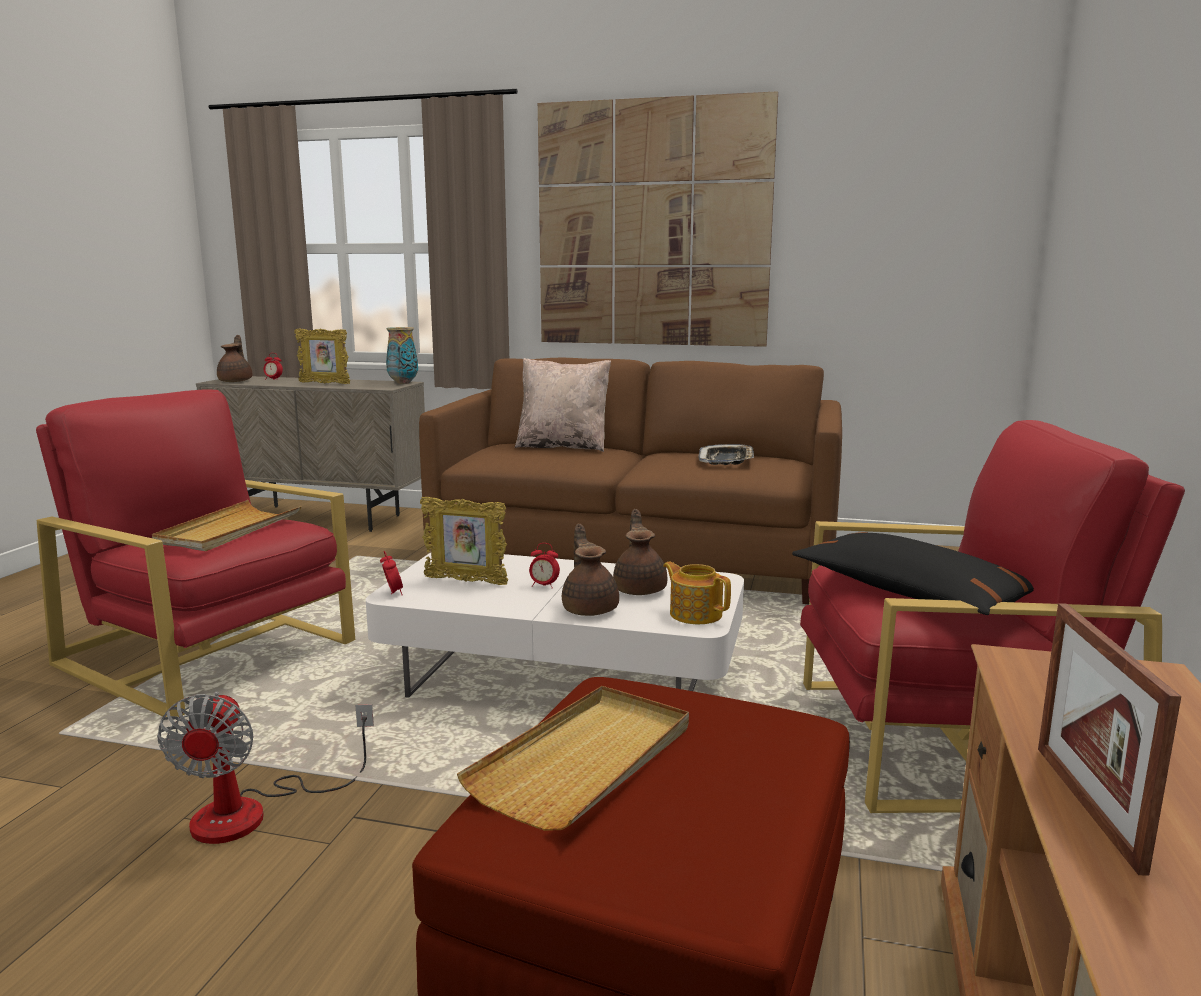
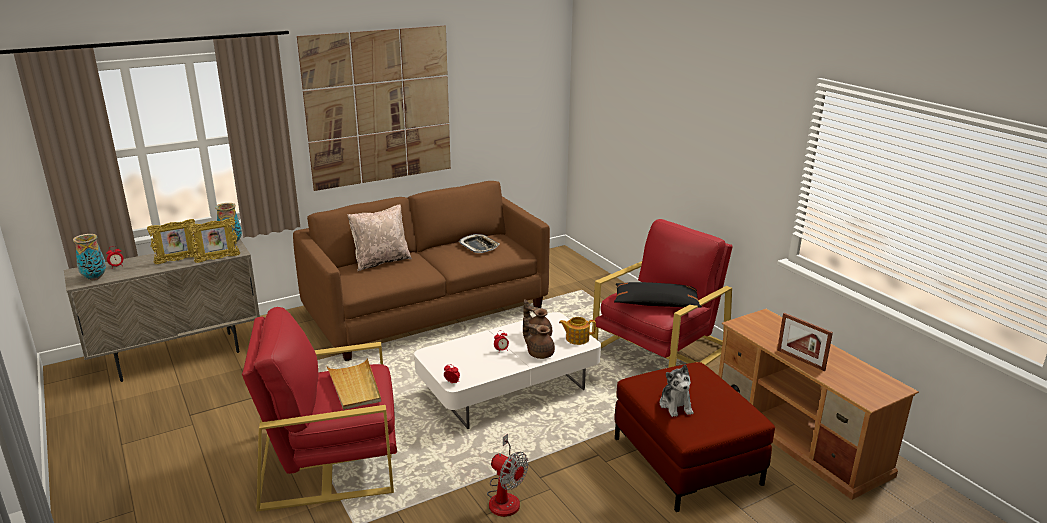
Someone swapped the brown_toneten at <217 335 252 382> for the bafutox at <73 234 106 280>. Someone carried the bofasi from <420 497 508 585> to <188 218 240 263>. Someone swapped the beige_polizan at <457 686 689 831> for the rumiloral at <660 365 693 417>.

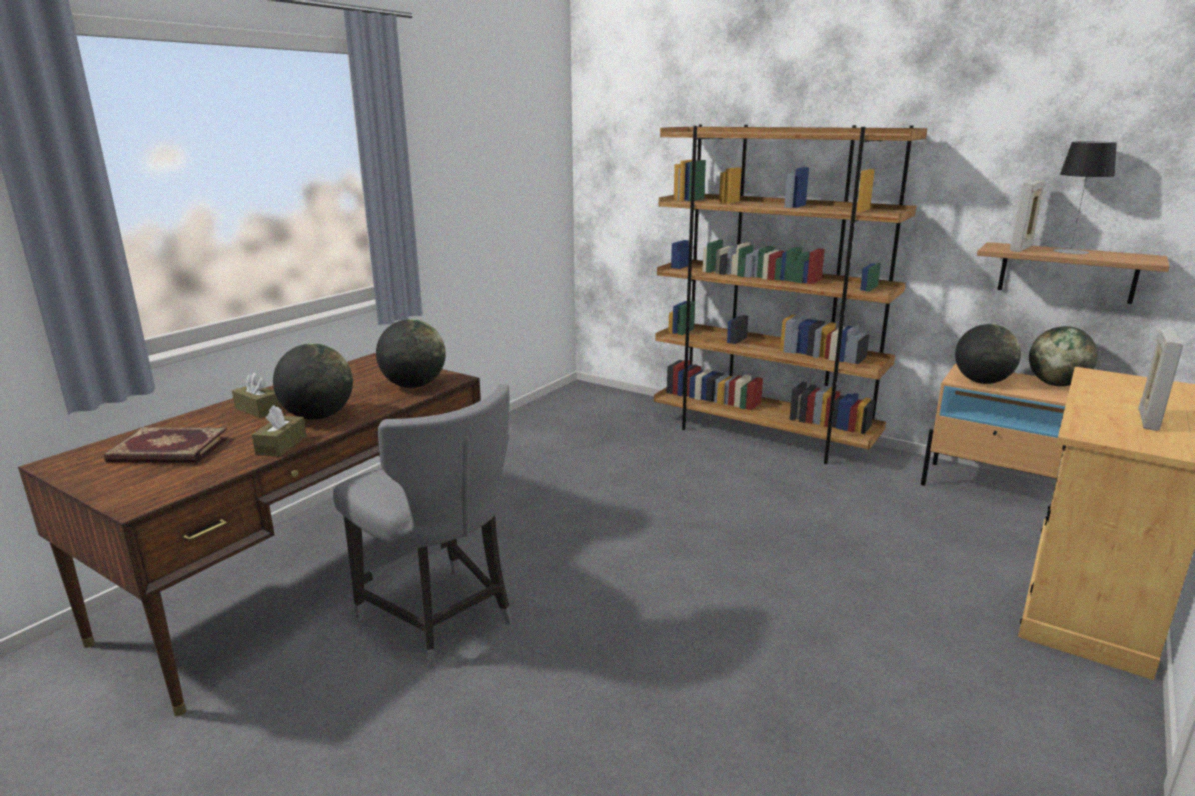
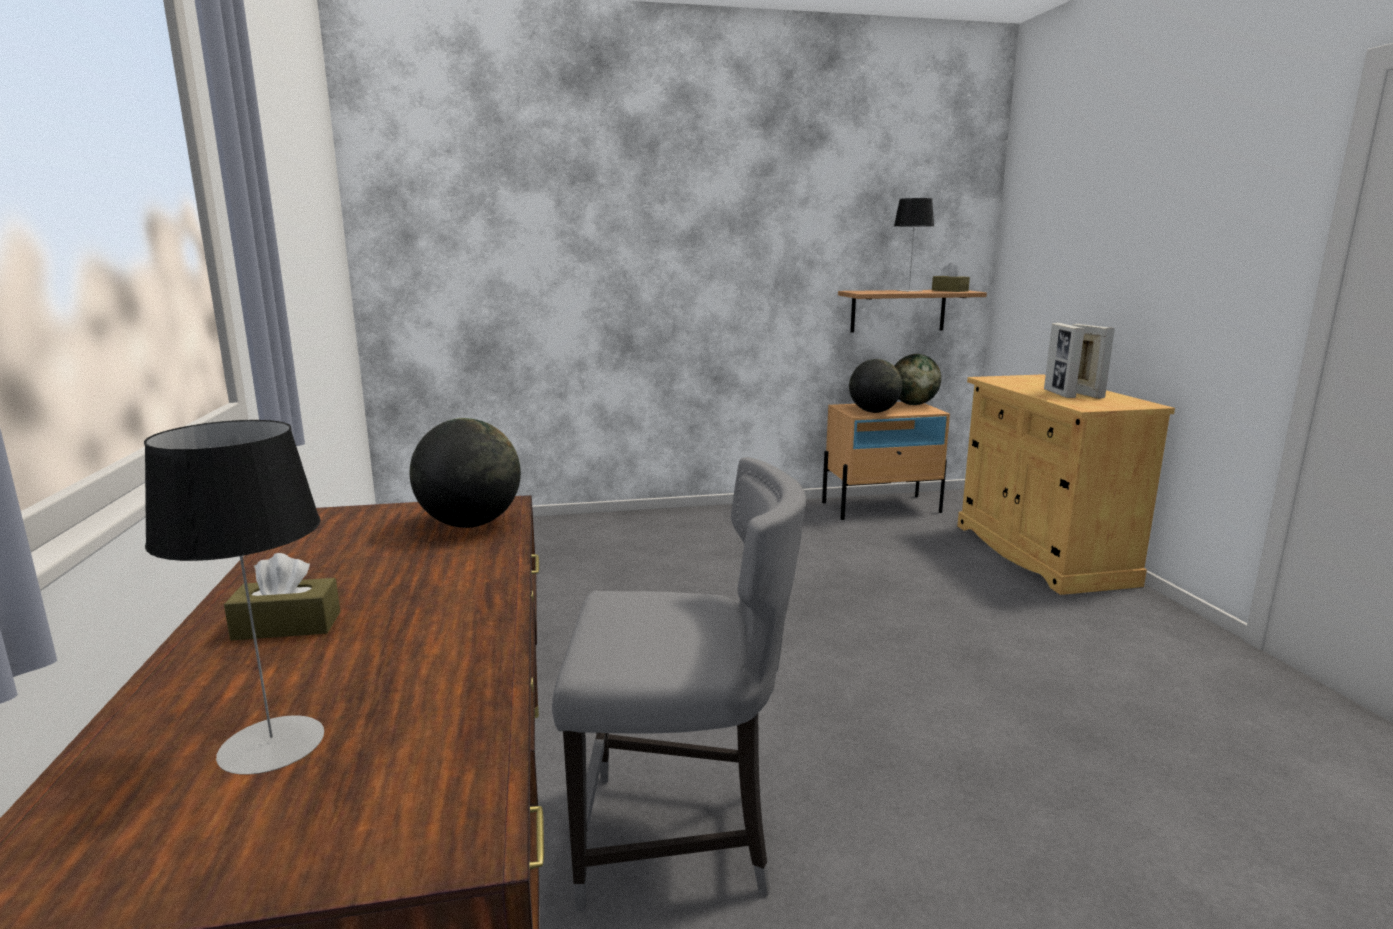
Someone swapped the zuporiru at <104 427 228 463> for the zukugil at <144 420 324 775>. Someone carried the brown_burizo from <252 405 307 457> to <932 263 970 292>. Someone carried the bofasi from <1010 180 1045 252> to <1044 323 1085 398>. Someone took away the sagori at <273 343 353 420>. Someone took away the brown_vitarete at <654 125 927 464>.

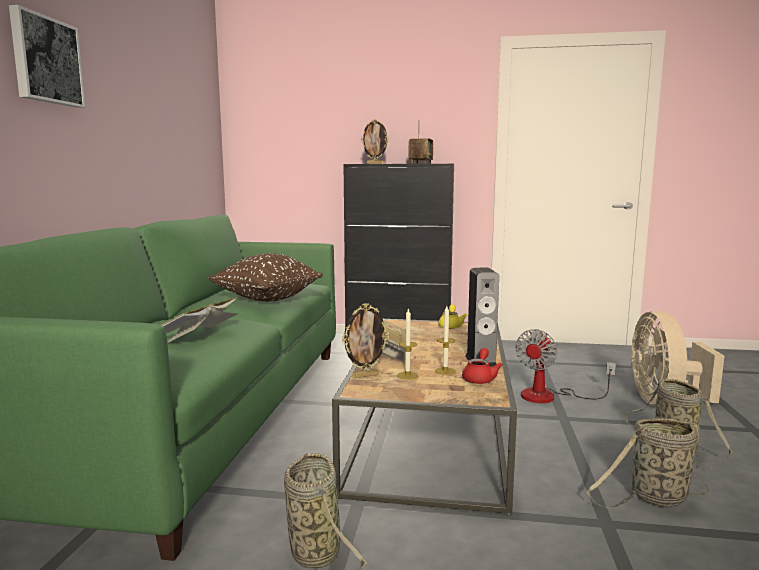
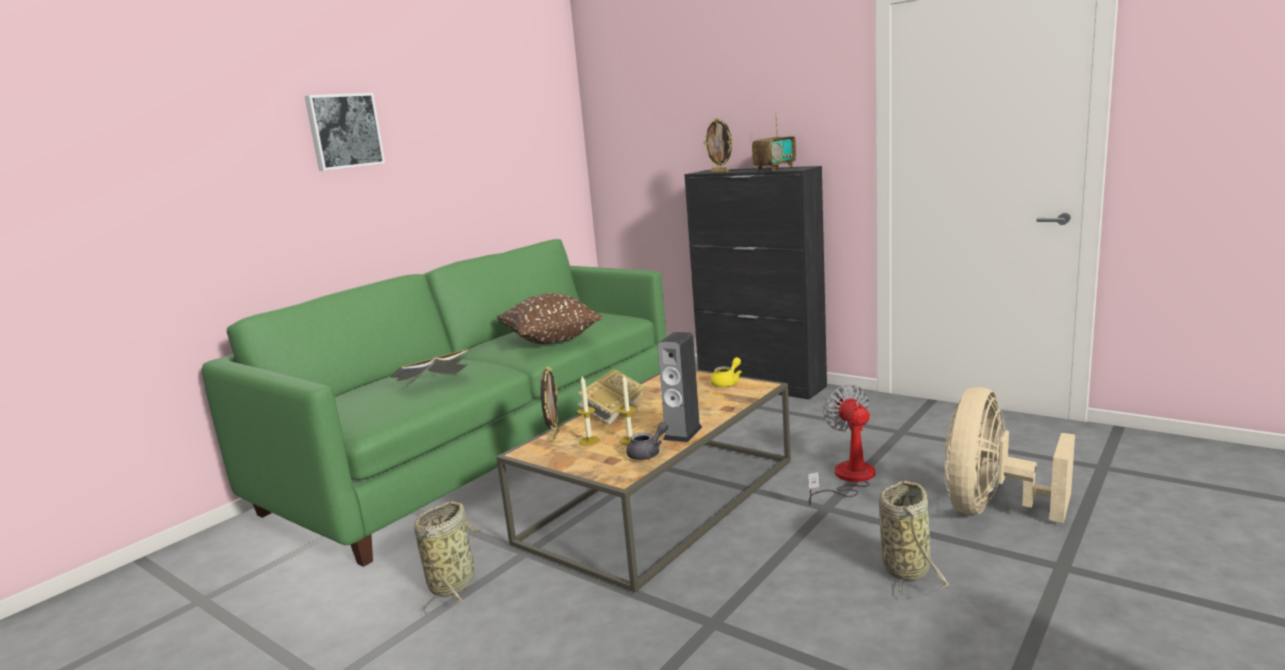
Someone rotated the bofasi at <342 303 389 378> by 90 degrees counterclockwise. Someone repainted the red_toneten at <462 348 503 384>, which became the grey_toneten at <626 422 668 460>. Someone rotated the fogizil at <515 329 616 403> by 105 degrees clockwise. Someone took away the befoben at <586 418 709 508>.

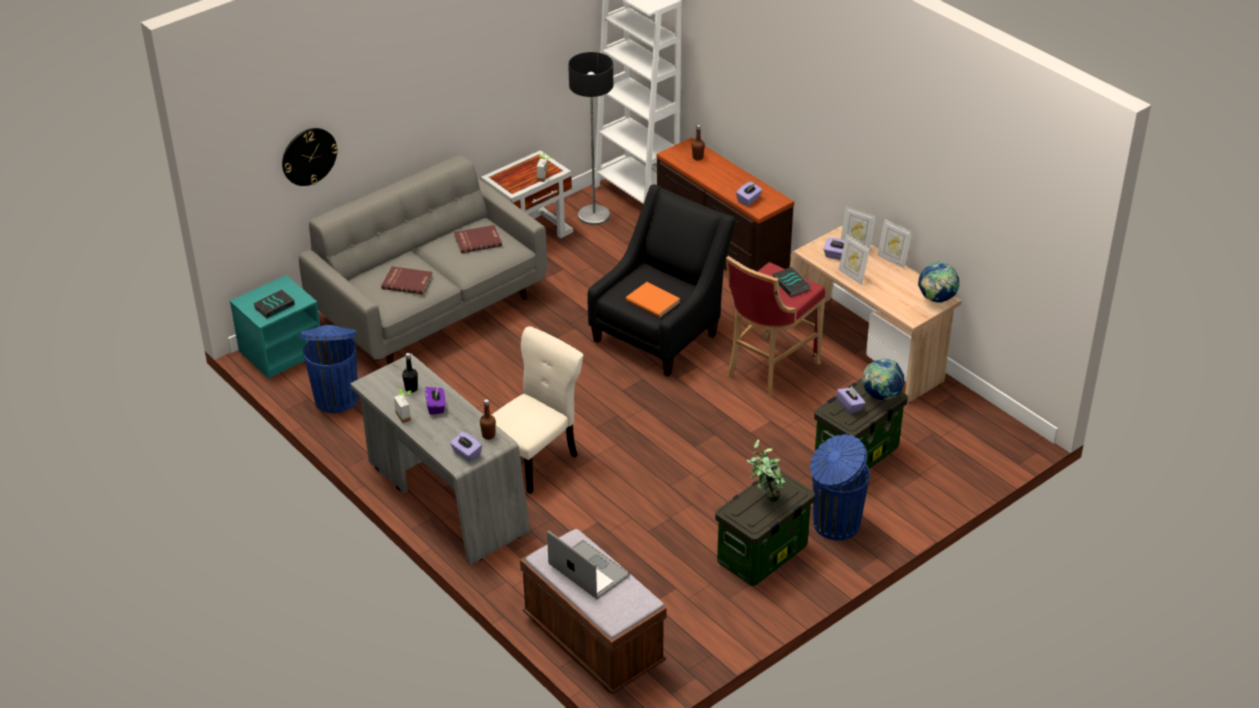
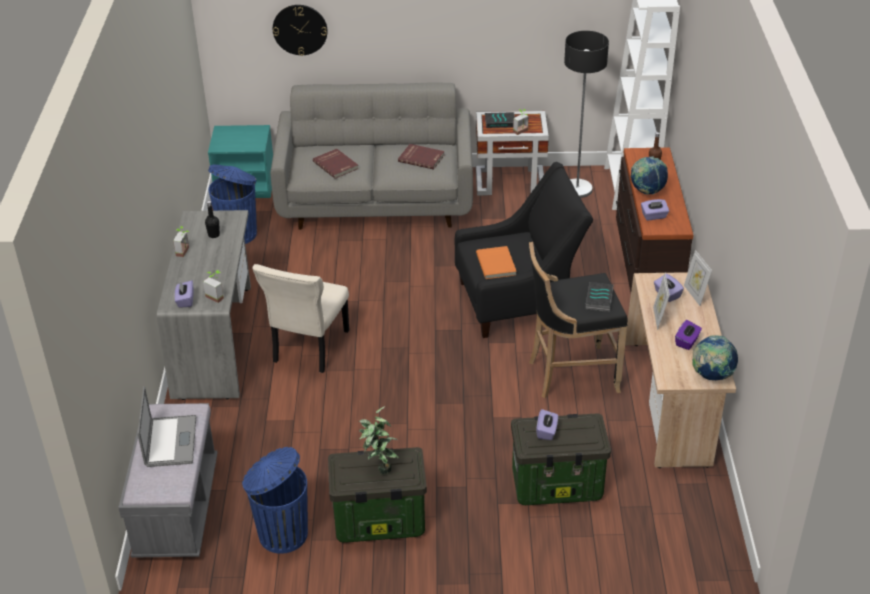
Someone repainted the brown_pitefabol at <520 528 667 694>, which became the grey_pitefabol at <118 403 218 558>. Someone swapped the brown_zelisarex at <480 399 496 440> for the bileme at <203 270 224 303>. Someone carried the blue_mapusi from <810 434 870 541> to <242 447 308 554>. Someone rotated the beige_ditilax at <492 326 583 494> by 120 degrees clockwise. Someone carried the zuporiru from <253 290 295 319> to <485 112 515 128>. Someone repainted the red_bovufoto at <726 256 825 397>, which became the black_bovufoto at <529 242 628 398>. Someone carried the sagori from <862 359 905 400> to <631 157 668 195>. Someone carried the purple_burizo from <425 386 446 415> to <675 320 702 350>. Someone took away the bofasi at <877 219 912 269>.

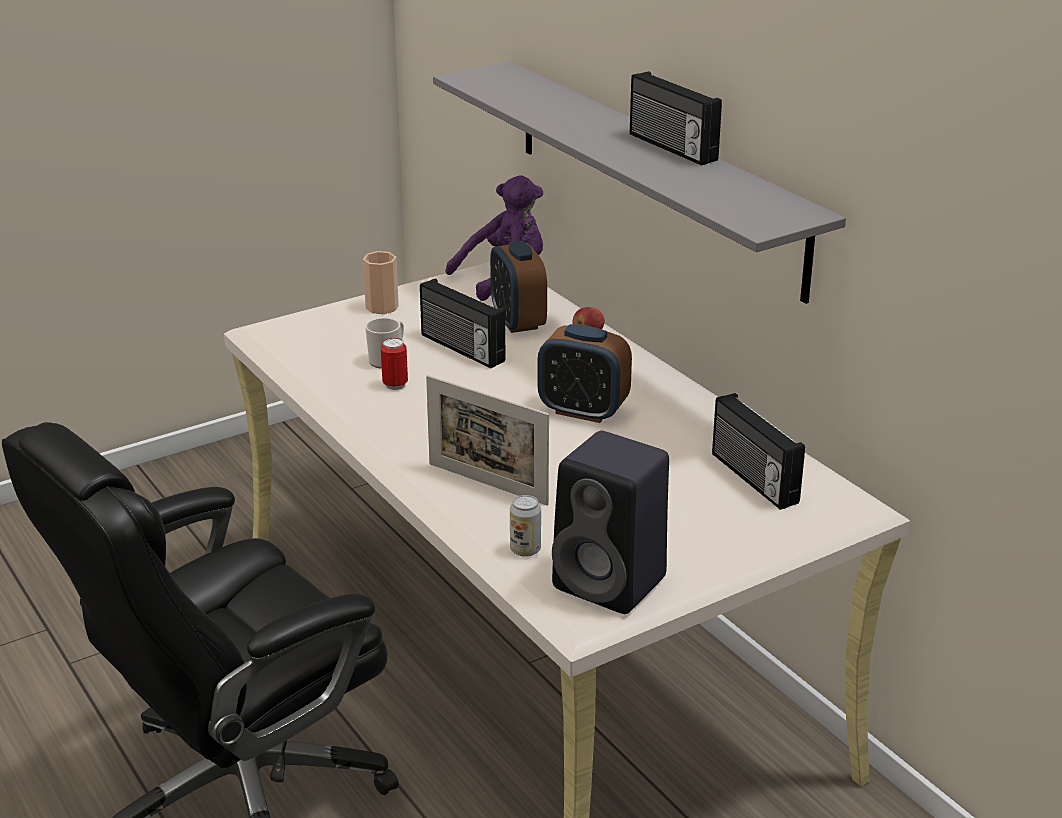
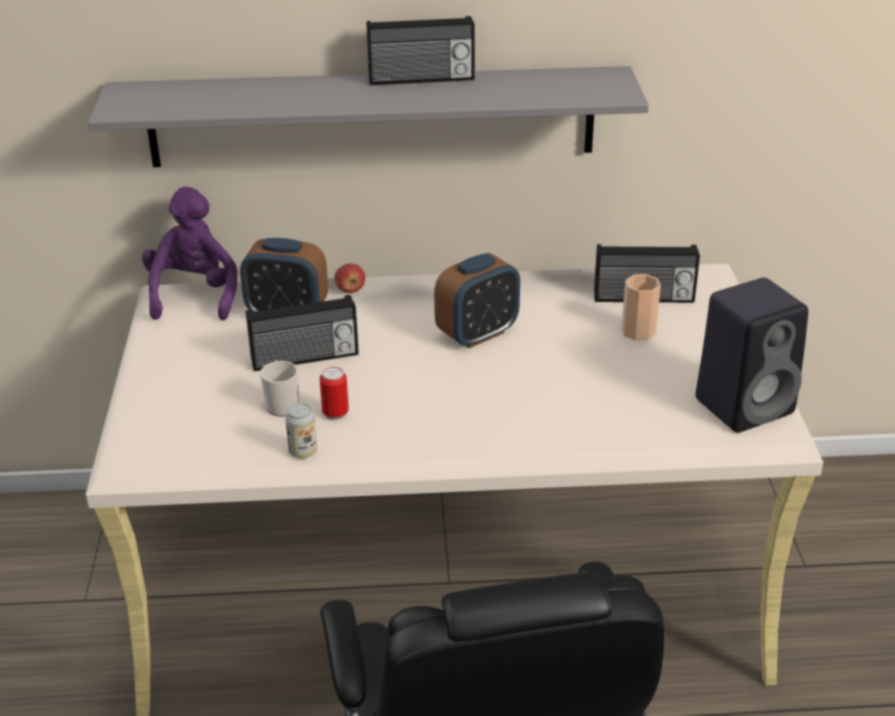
Someone carried the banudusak from <510 495 541 557> to <285 403 317 459>. Someone carried the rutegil from <363 251 399 314> to <621 274 661 341>. Someone took away the bofasi at <426 375 549 506>.

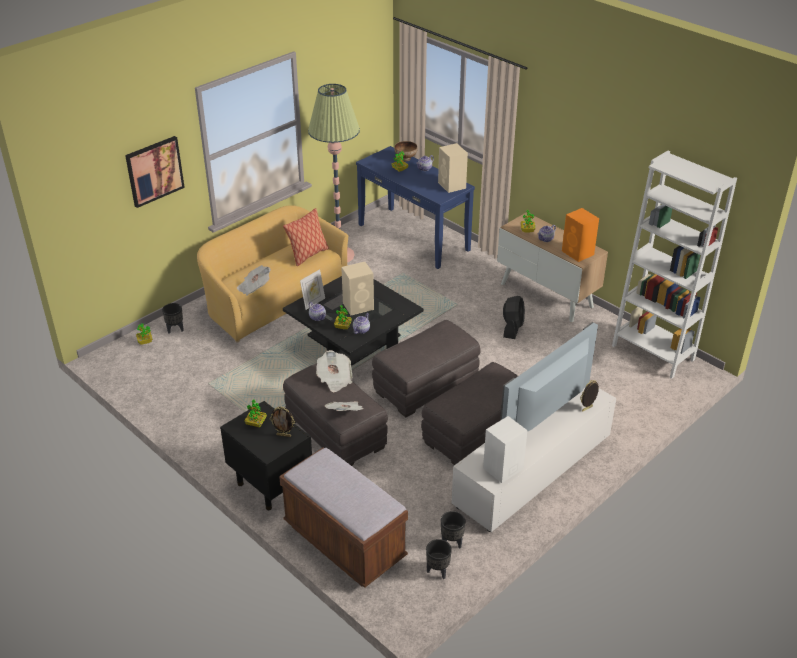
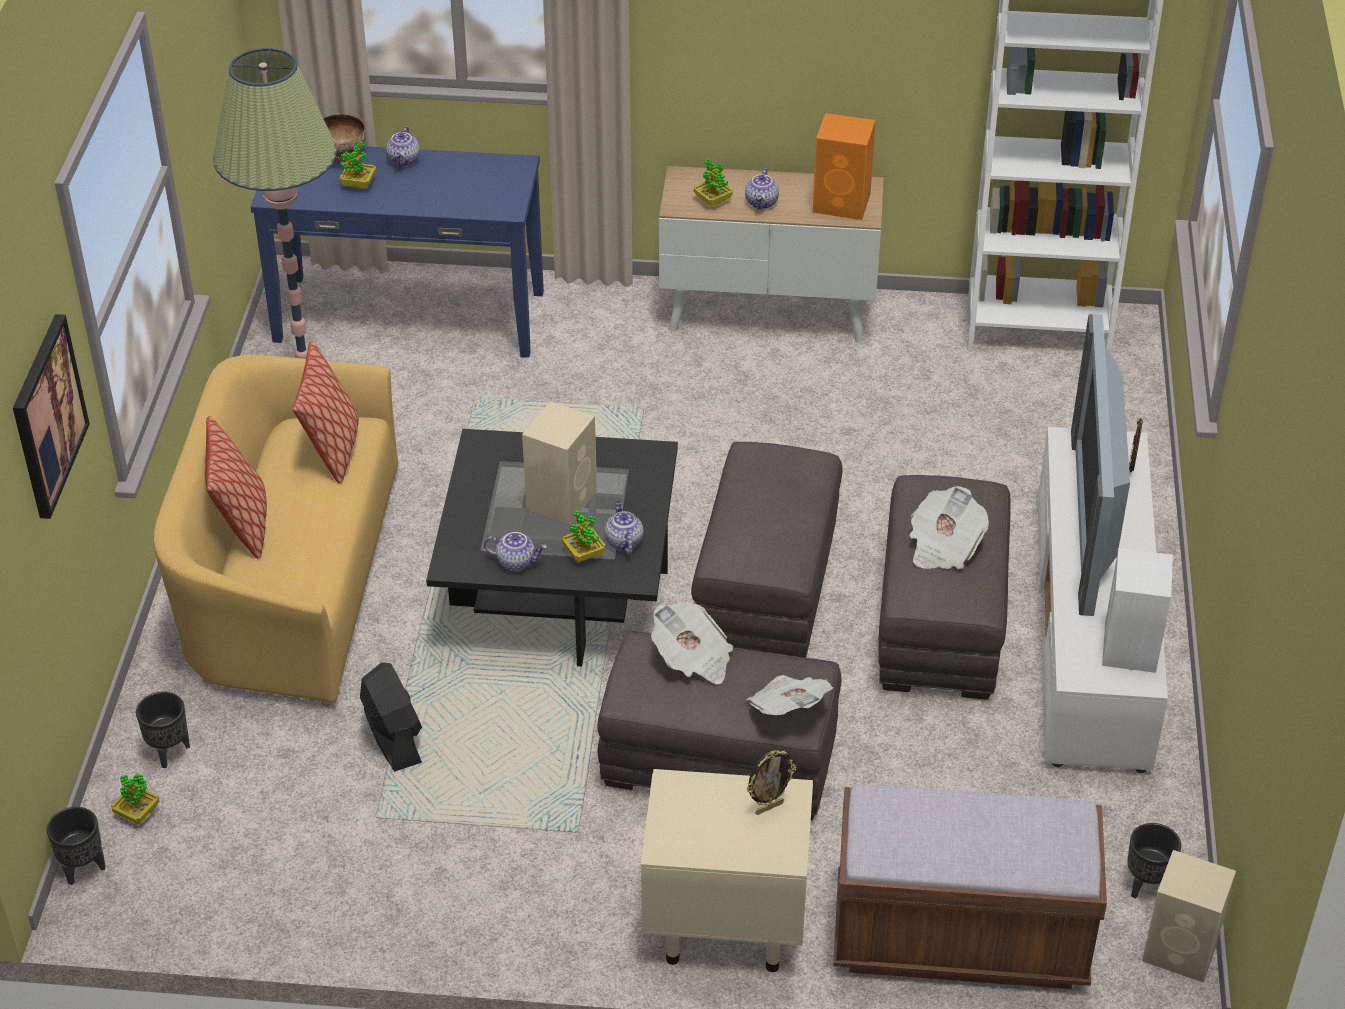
Someone carried the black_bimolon from <441 511 465 548> to <47 807 106 885>. Someone put down the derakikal at <205 416 267 558>. Someone carried the black_fogizil from <503 296 525 339> to <360 662 422 772>. Someone repainted the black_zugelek at <220 401 312 510>, which became the beige_zugelek at <641 769 813 972>. Someone carried the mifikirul from <237 265 271 296> to <909 486 989 569>. Someone carried the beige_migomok from <438 143 468 193> to <1142 850 1236 983>. Someone took away the bileme at <244 400 267 427>. Someone took away the bofasi at <300 269 325 310>.

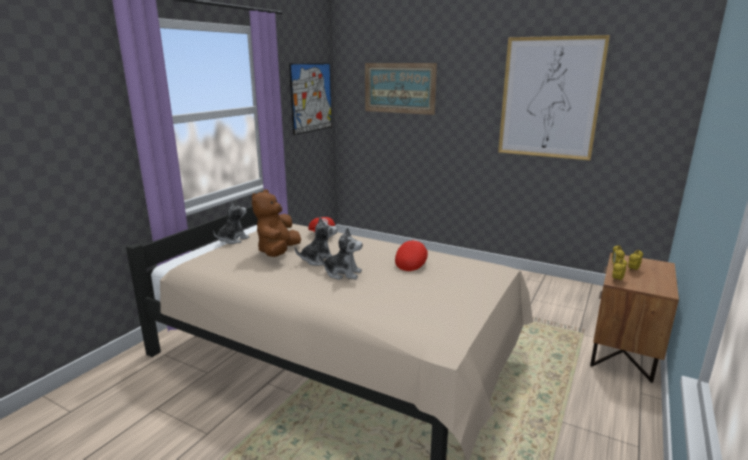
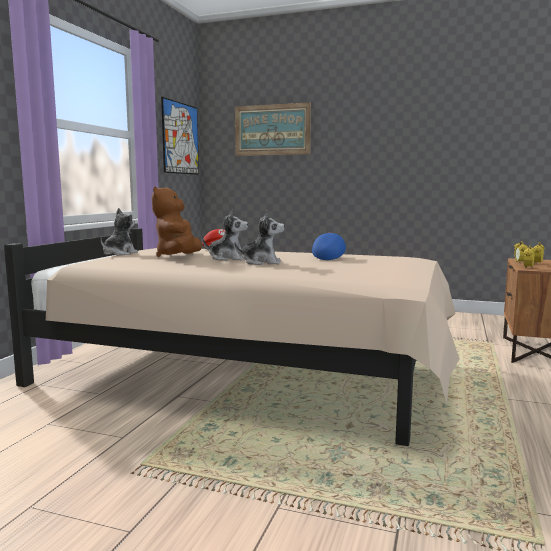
Someone rotated the rumiloral at <295 216 337 266> by 45 degrees clockwise. Someone repainted the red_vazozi at <395 240 428 271>, which became the blue_vazozi at <312 233 346 260>. Someone took away the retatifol at <498 35 610 161>.

